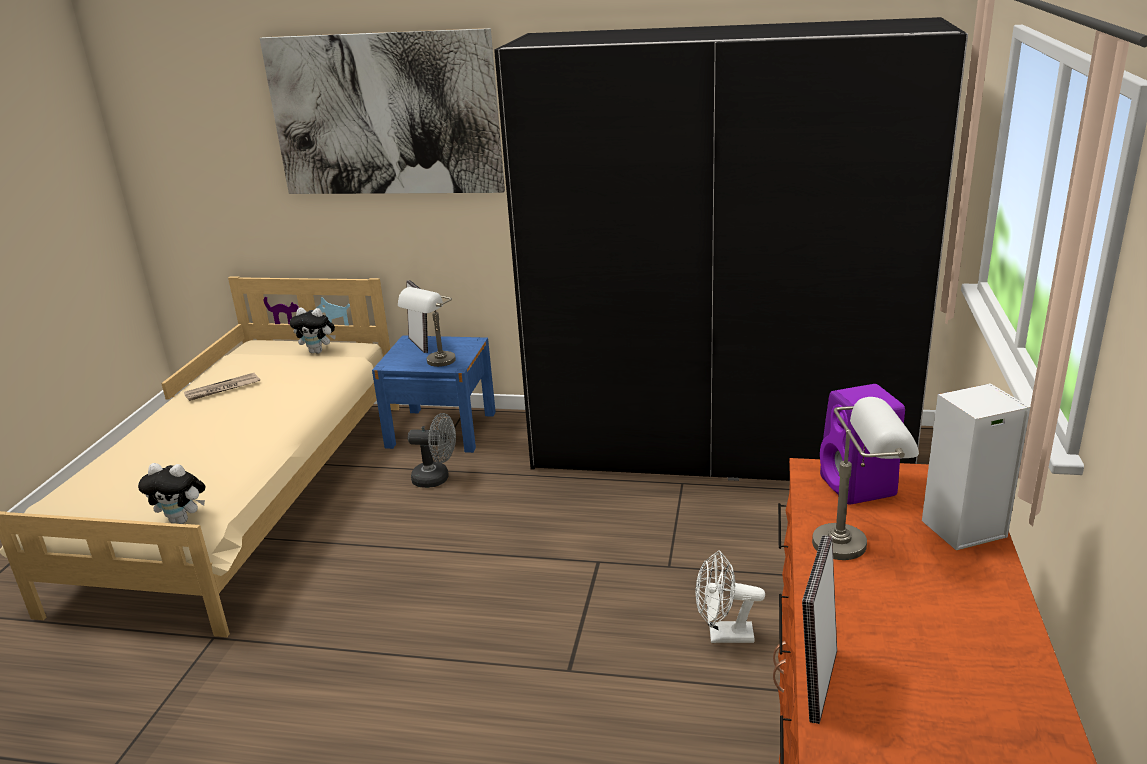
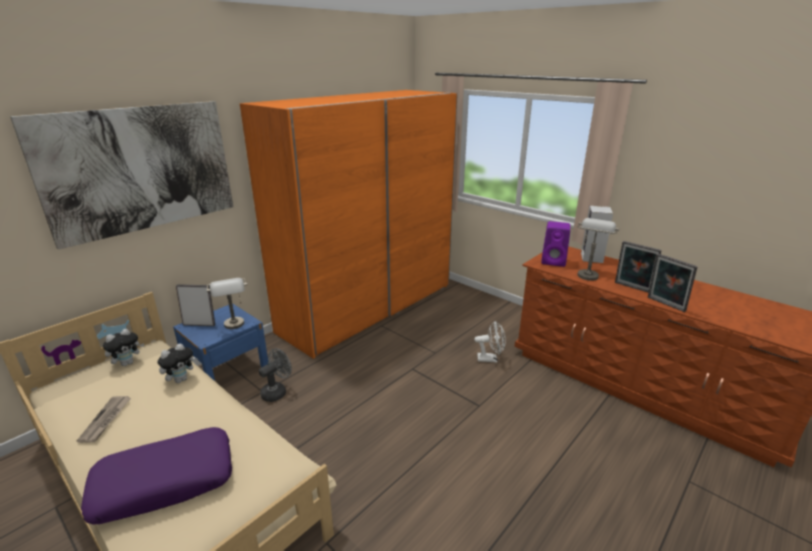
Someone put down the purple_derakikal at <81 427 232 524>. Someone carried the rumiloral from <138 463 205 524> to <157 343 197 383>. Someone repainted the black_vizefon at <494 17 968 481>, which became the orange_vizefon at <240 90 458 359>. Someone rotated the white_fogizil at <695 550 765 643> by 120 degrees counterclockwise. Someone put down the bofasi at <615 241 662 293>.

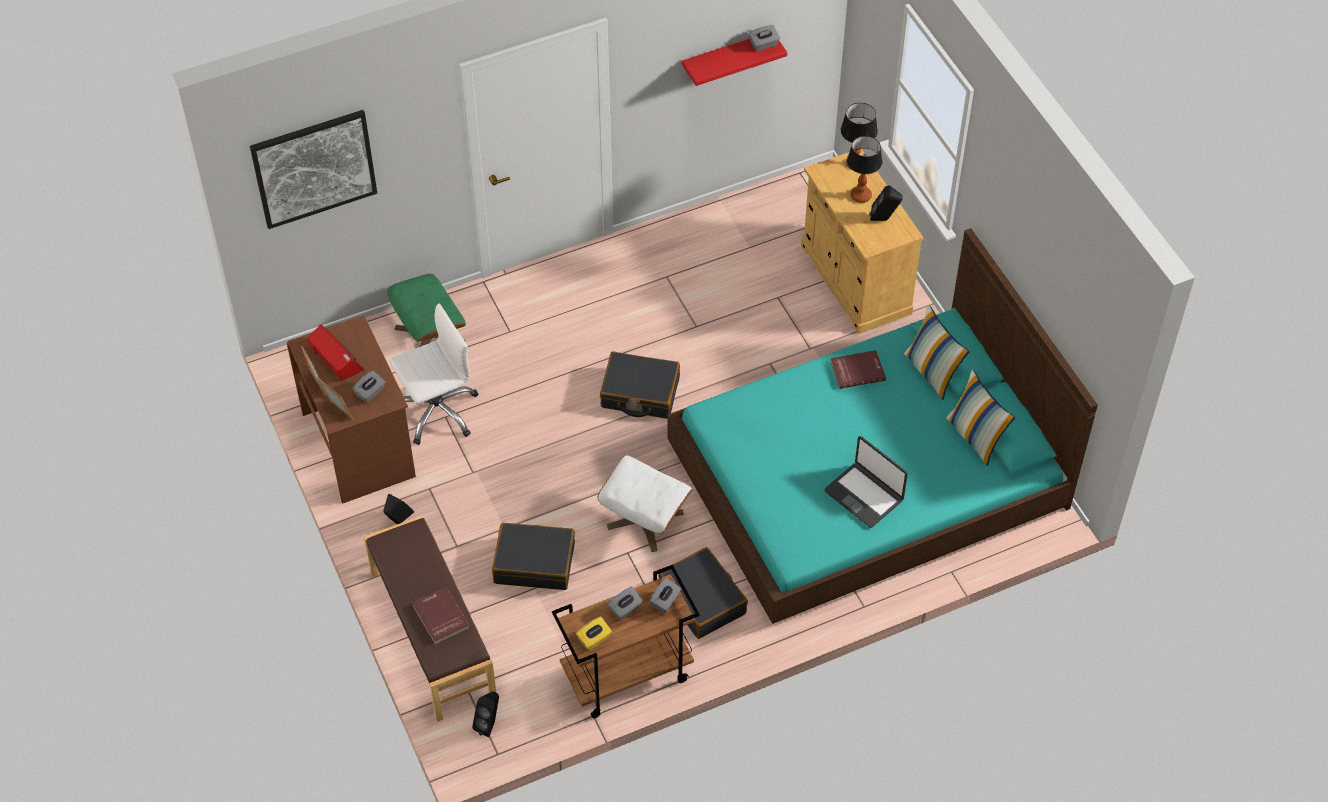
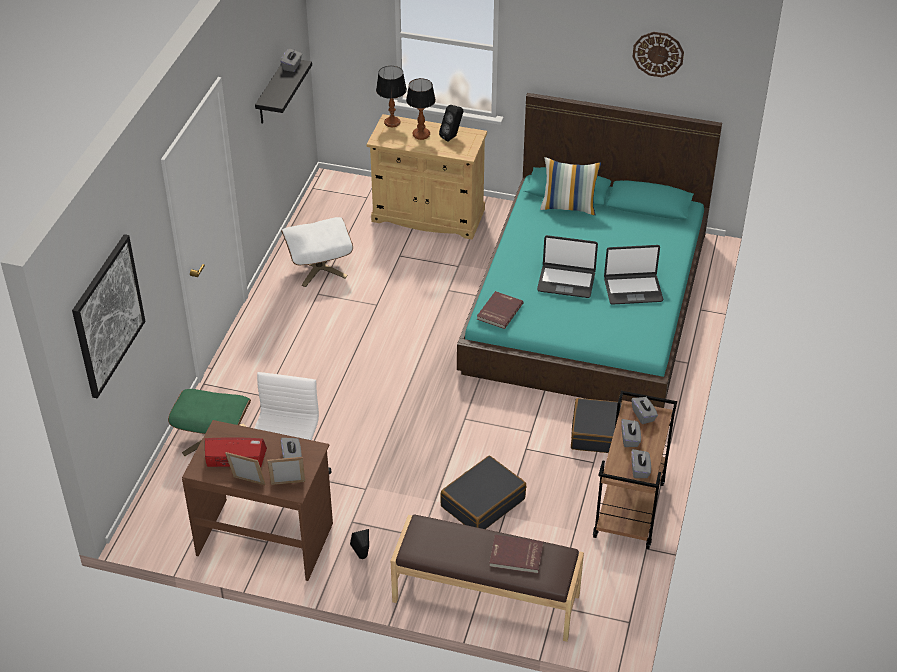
Someone repainted the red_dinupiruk at <682 39 787 86>, which became the black_dinupiruk at <255 60 312 124>. Someone carried the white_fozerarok from <598 455 692 552> to <281 217 353 287>. Someone carried the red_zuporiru from <830 350 886 389> to <477 291 523 329>. Someone put down the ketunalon at <537 235 598 298>. Someone repainted the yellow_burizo at <576 617 612 650>, which became the grey_burizo at <631 449 651 478>. Someone put up the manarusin at <632 32 684 77>. Someone took away the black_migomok at <472 691 499 737>. Someone took away the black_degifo at <600 351 680 419>. Someone took away the derakikal at <946 369 1015 466>.

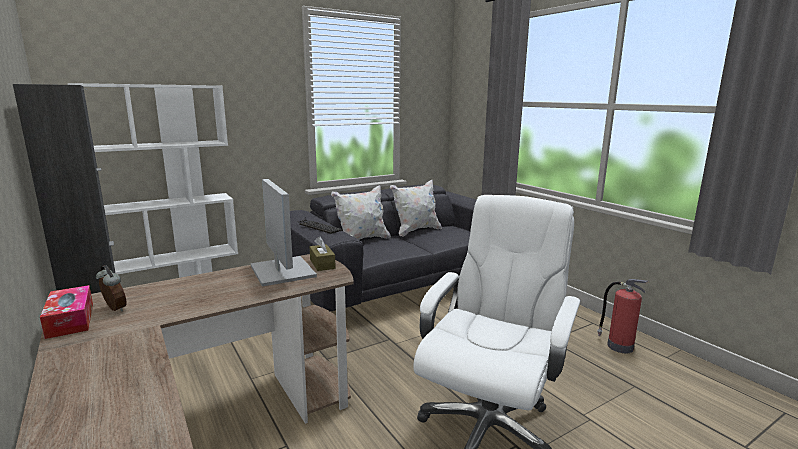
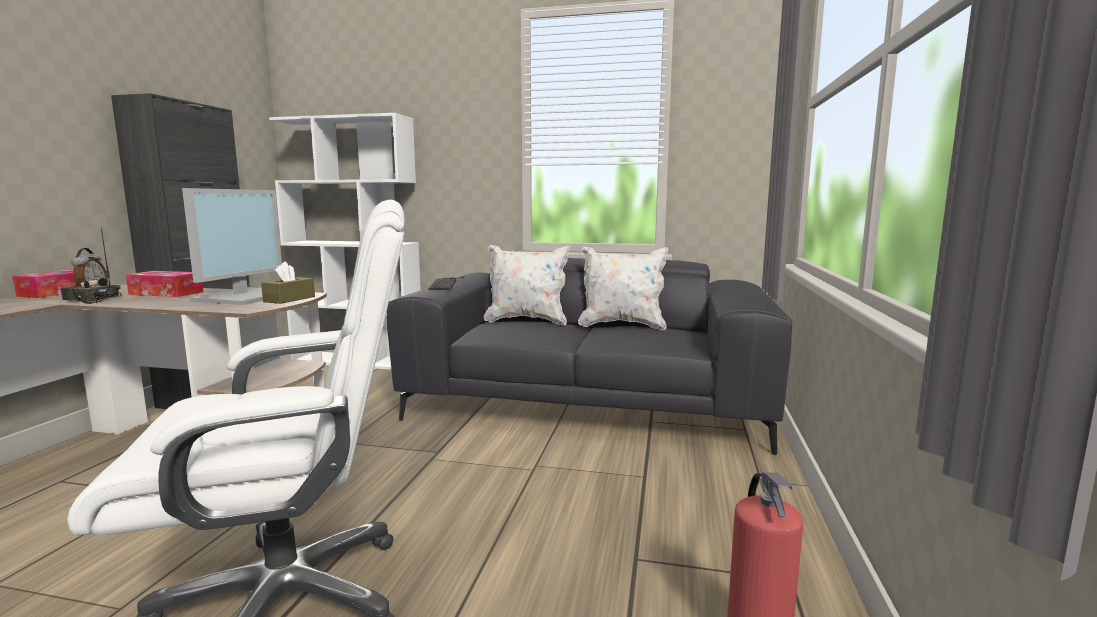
Someone put down the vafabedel at <61 228 122 304>. Someone put down the burizo at <126 271 203 297>.

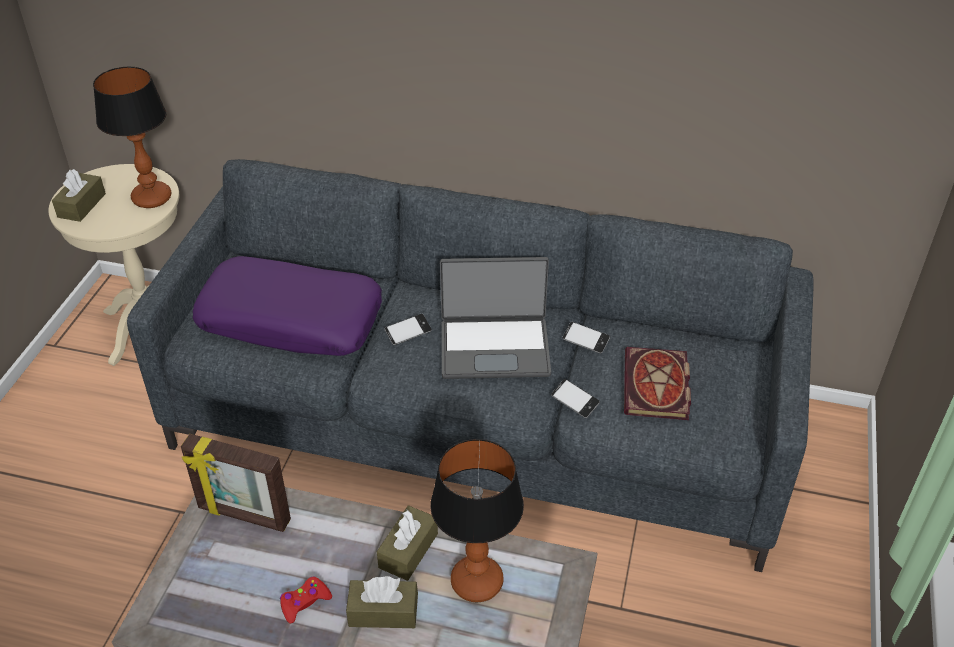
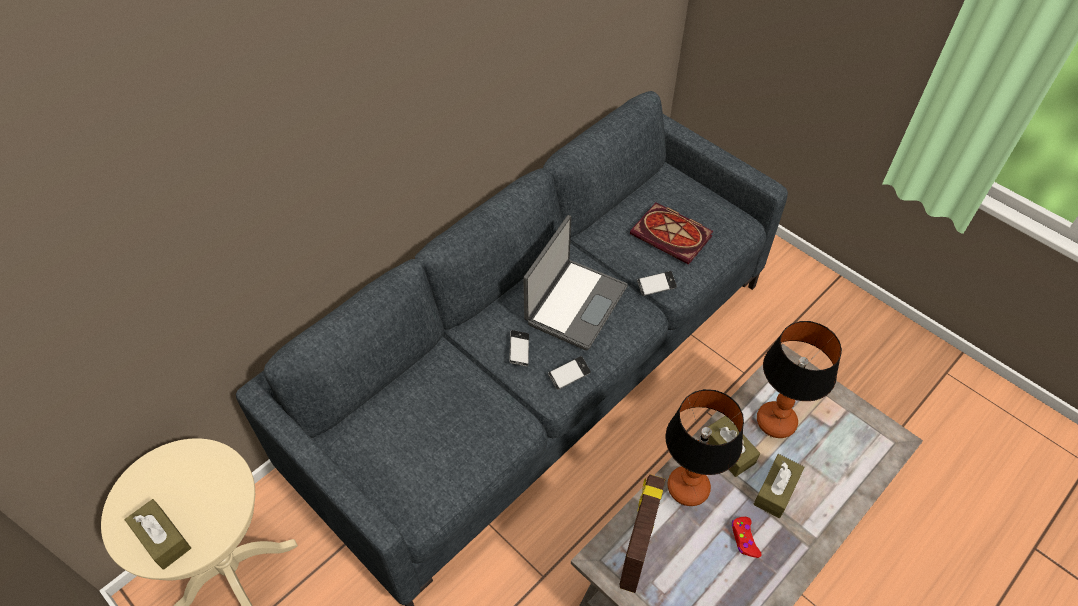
Someone carried the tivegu from <562 322 610 354> to <548 356 591 390>. Someone rotated the bofasi at <181 434 291 532> by 150 degrees clockwise. Someone carried the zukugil from <93 67 171 208> to <665 389 744 506>. Someone took away the purple_derakikal at <193 256 382 356>.

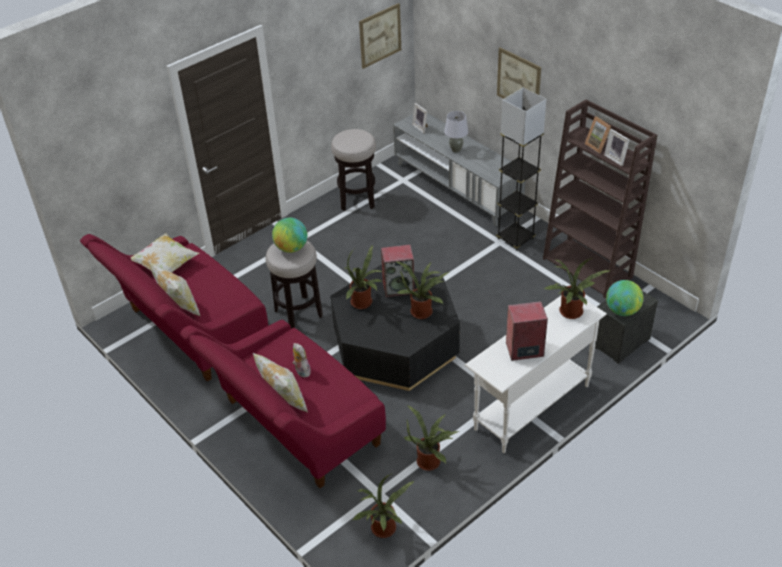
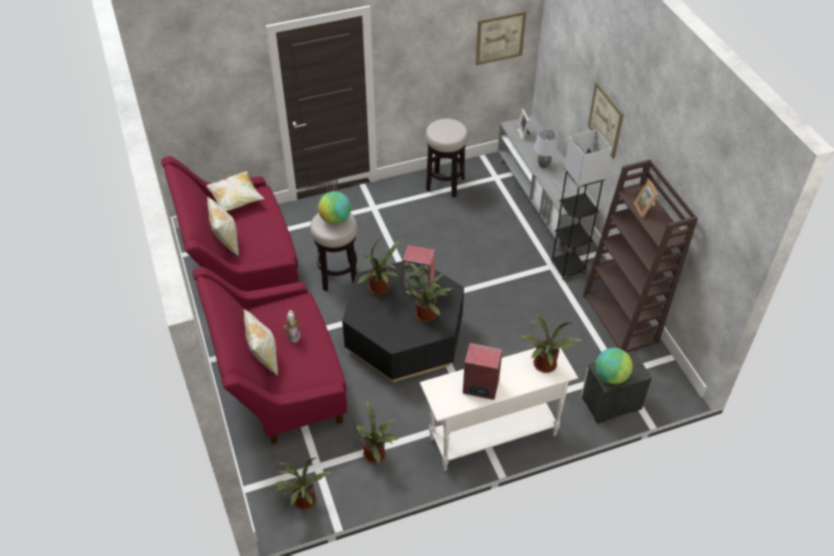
Someone took away the bofasi at <604 129 630 166>.

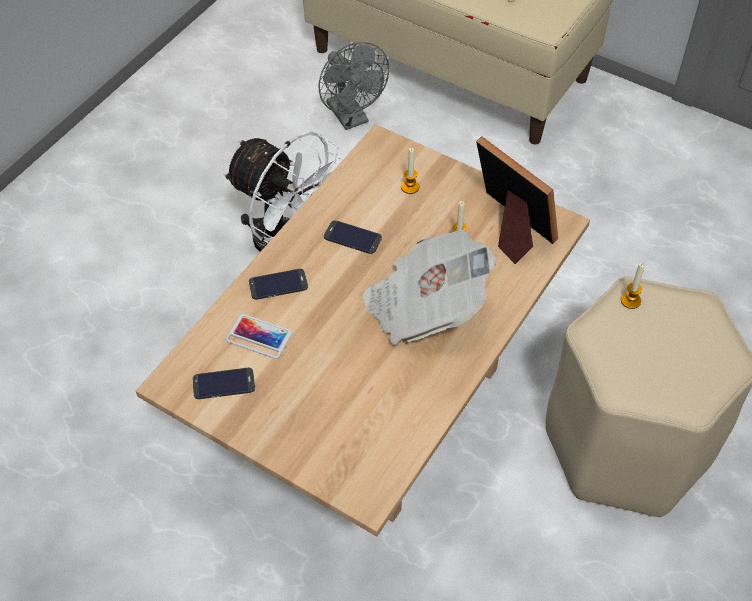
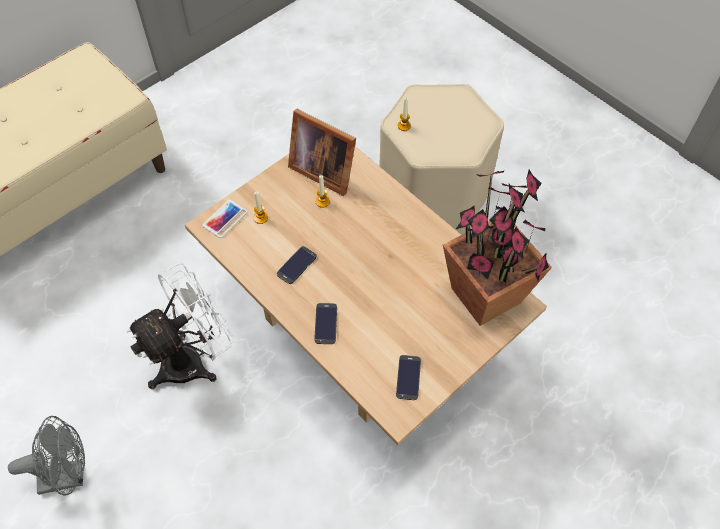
Someone carried the grey_fogizil from <318 42 389 130> to <8 416 85 496>. Someone carried the tivegu from <226 314 293 359> to <202 200 248 238>. Someone rotated the bofasi at <476 136 558 264> by 120 degrees counterclockwise. Someone put down the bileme at <443 170 552 326>. Someone took away the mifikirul at <362 230 496 345>.

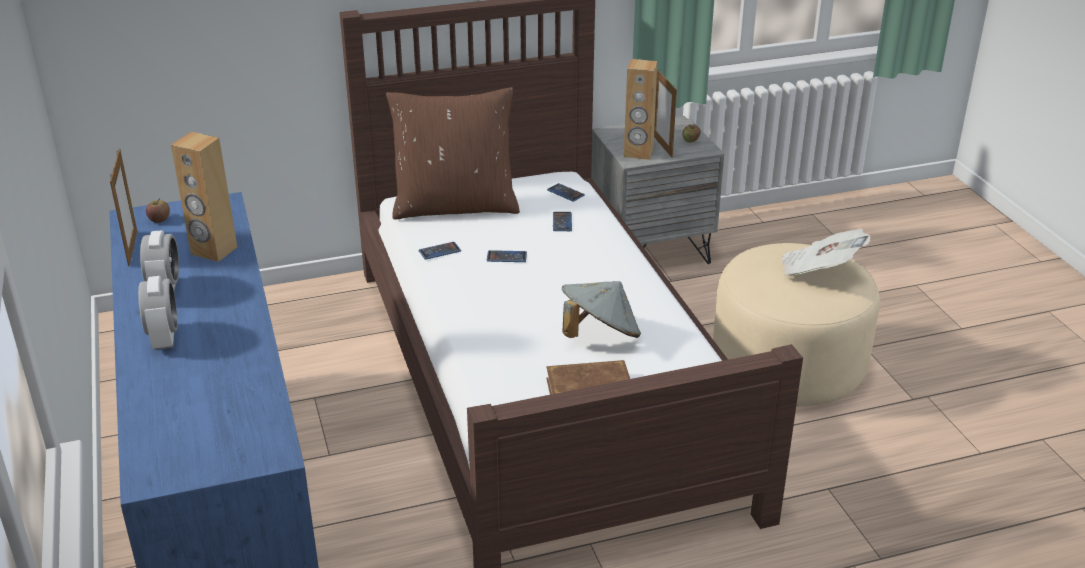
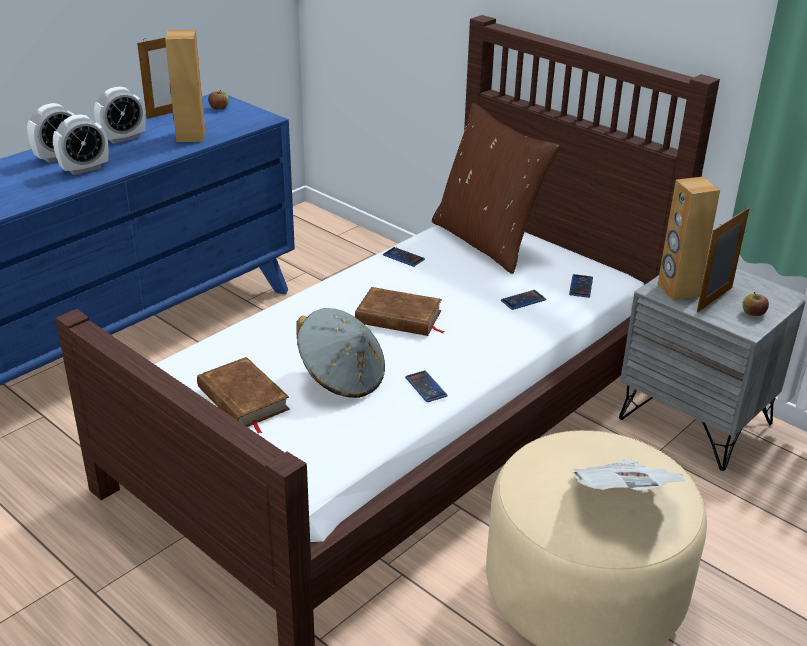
Someone put down the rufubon at <53 114 109 175>. Someone put down the brown_zuporiru at <355 287 445 336>. Someone carried the tivegu from <487 250 527 262> to <405 371 448 402>.

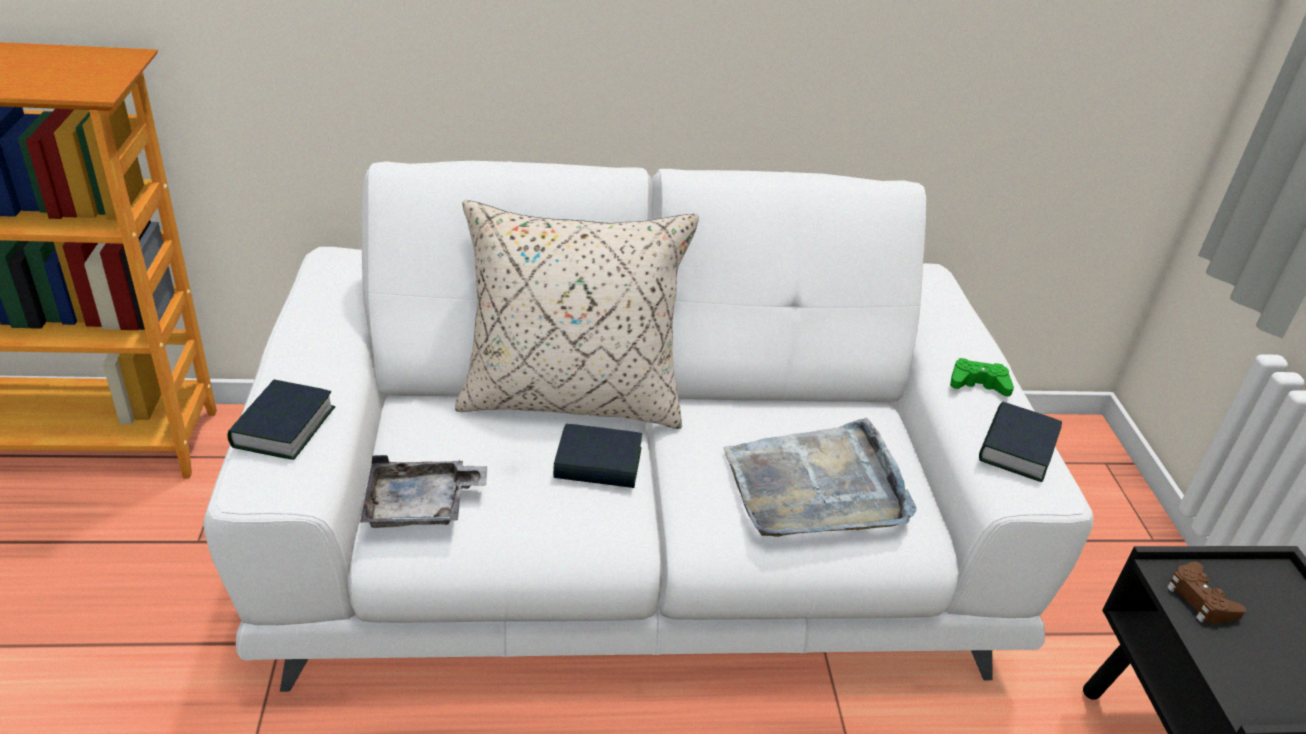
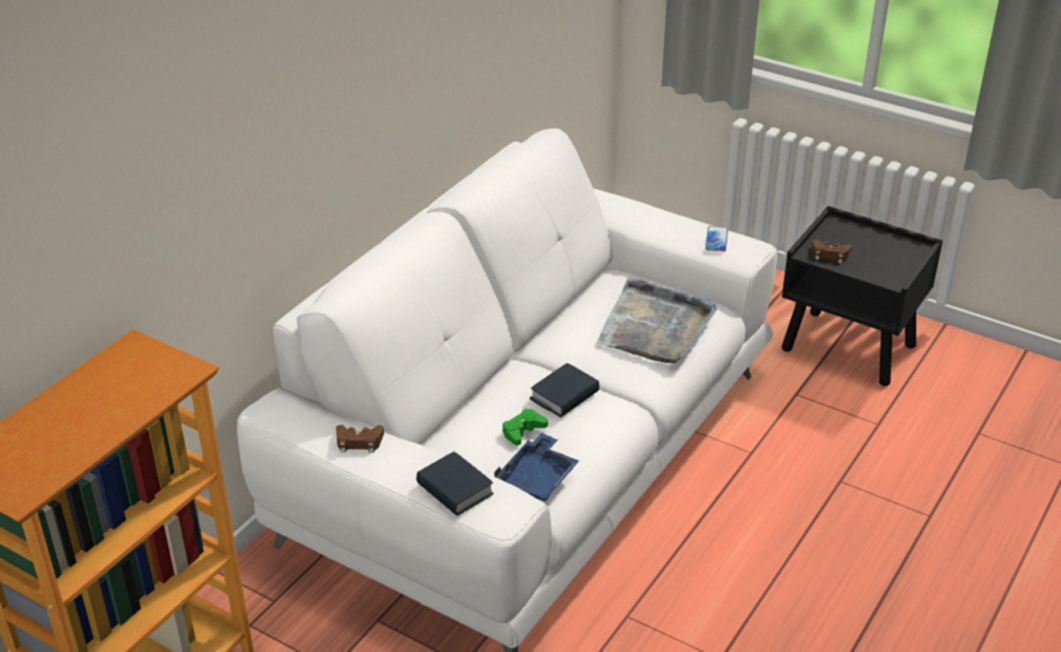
Someone put down the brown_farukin at <336 425 384 453>. Someone repainted the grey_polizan at <360 455 487 528>, which became the blue_polizan at <494 433 579 501>. Someone carried the green_farukin from <950 358 1014 397> to <503 409 548 445>. Someone swapped the zuporiru at <979 402 1062 482> for the tivegu at <705 226 728 252>. Someone took away the beige_derakikal at <455 200 699 429>.

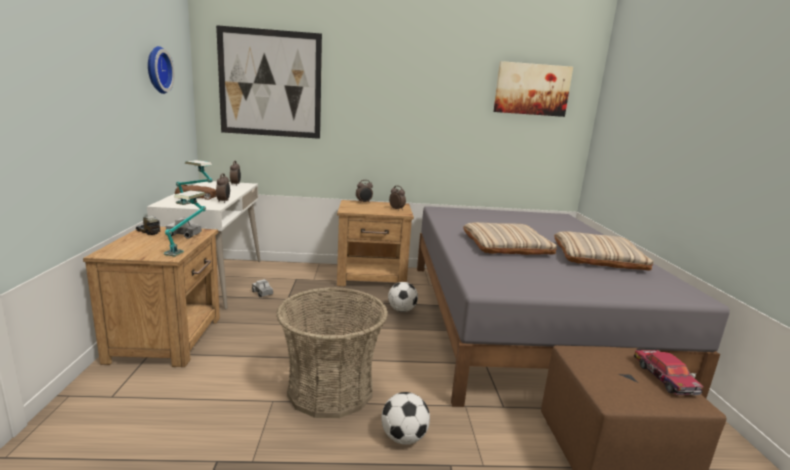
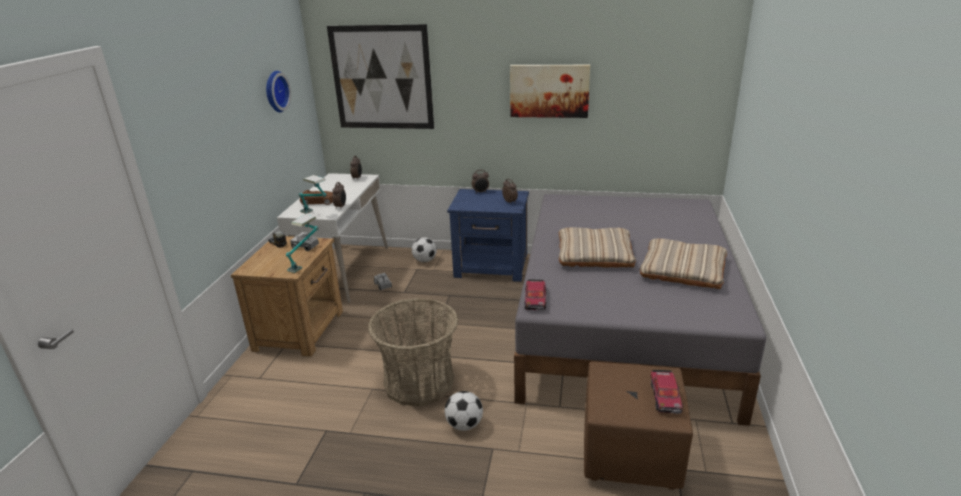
Someone carried the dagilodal from <388 282 418 312> to <412 237 437 262>. Someone repainted the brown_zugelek at <337 200 414 286>, which became the blue_zugelek at <447 189 529 282>. Someone carried the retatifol from <493 61 573 117> to <510 65 590 118>. Someone put down the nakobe at <525 280 547 310>.

